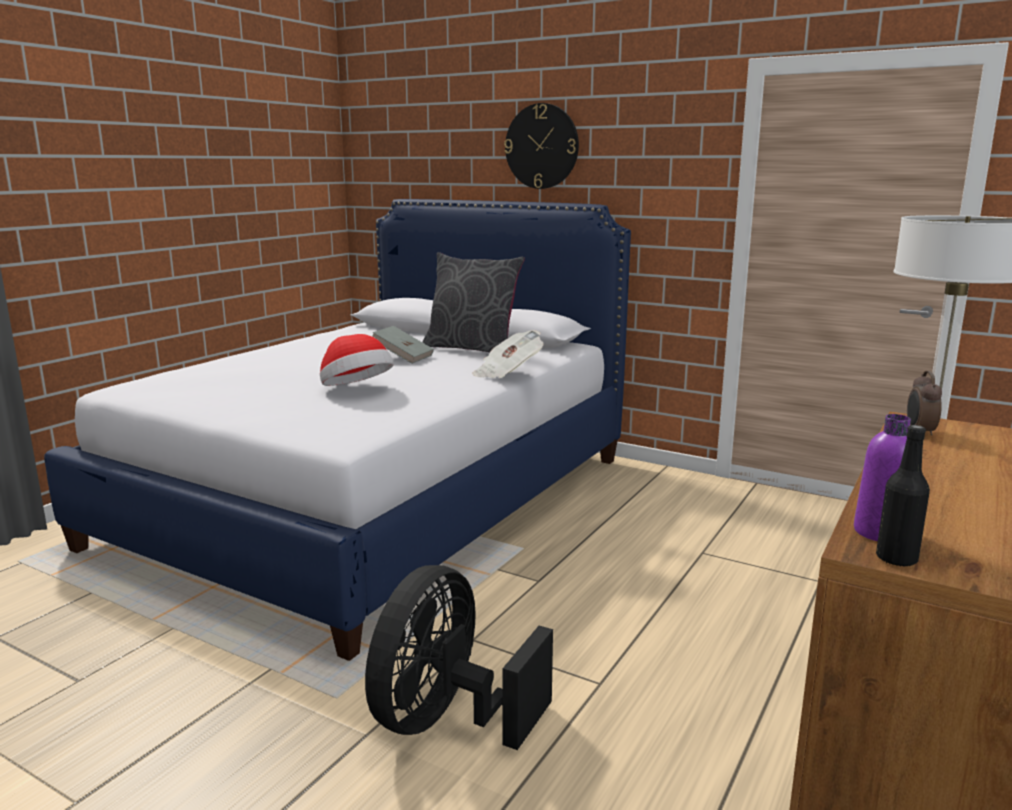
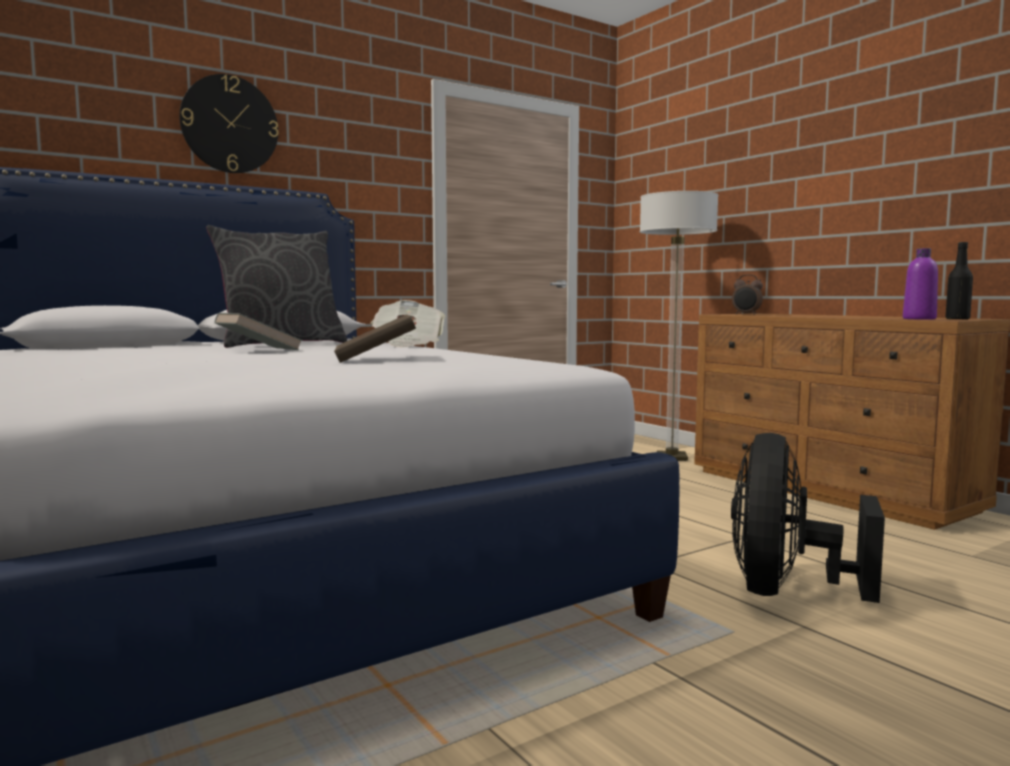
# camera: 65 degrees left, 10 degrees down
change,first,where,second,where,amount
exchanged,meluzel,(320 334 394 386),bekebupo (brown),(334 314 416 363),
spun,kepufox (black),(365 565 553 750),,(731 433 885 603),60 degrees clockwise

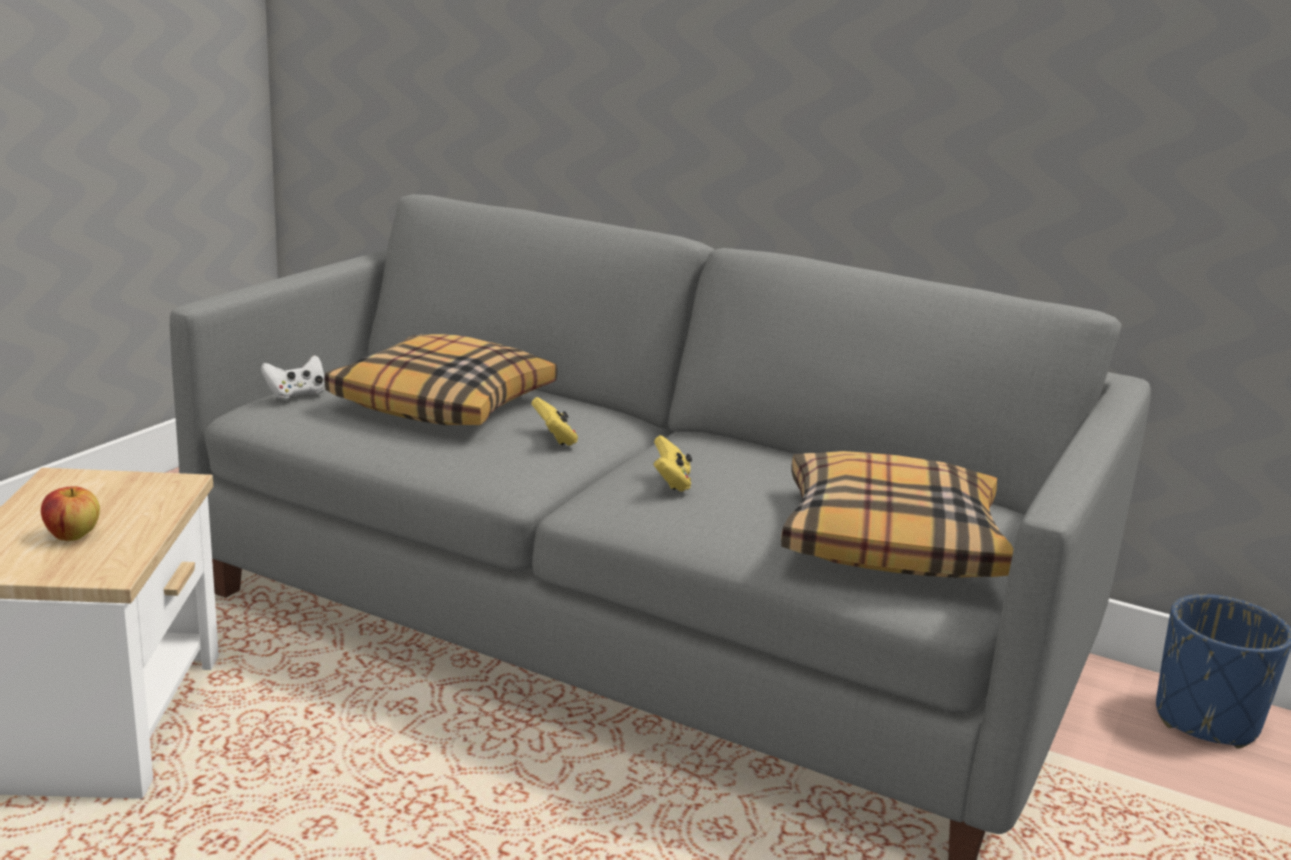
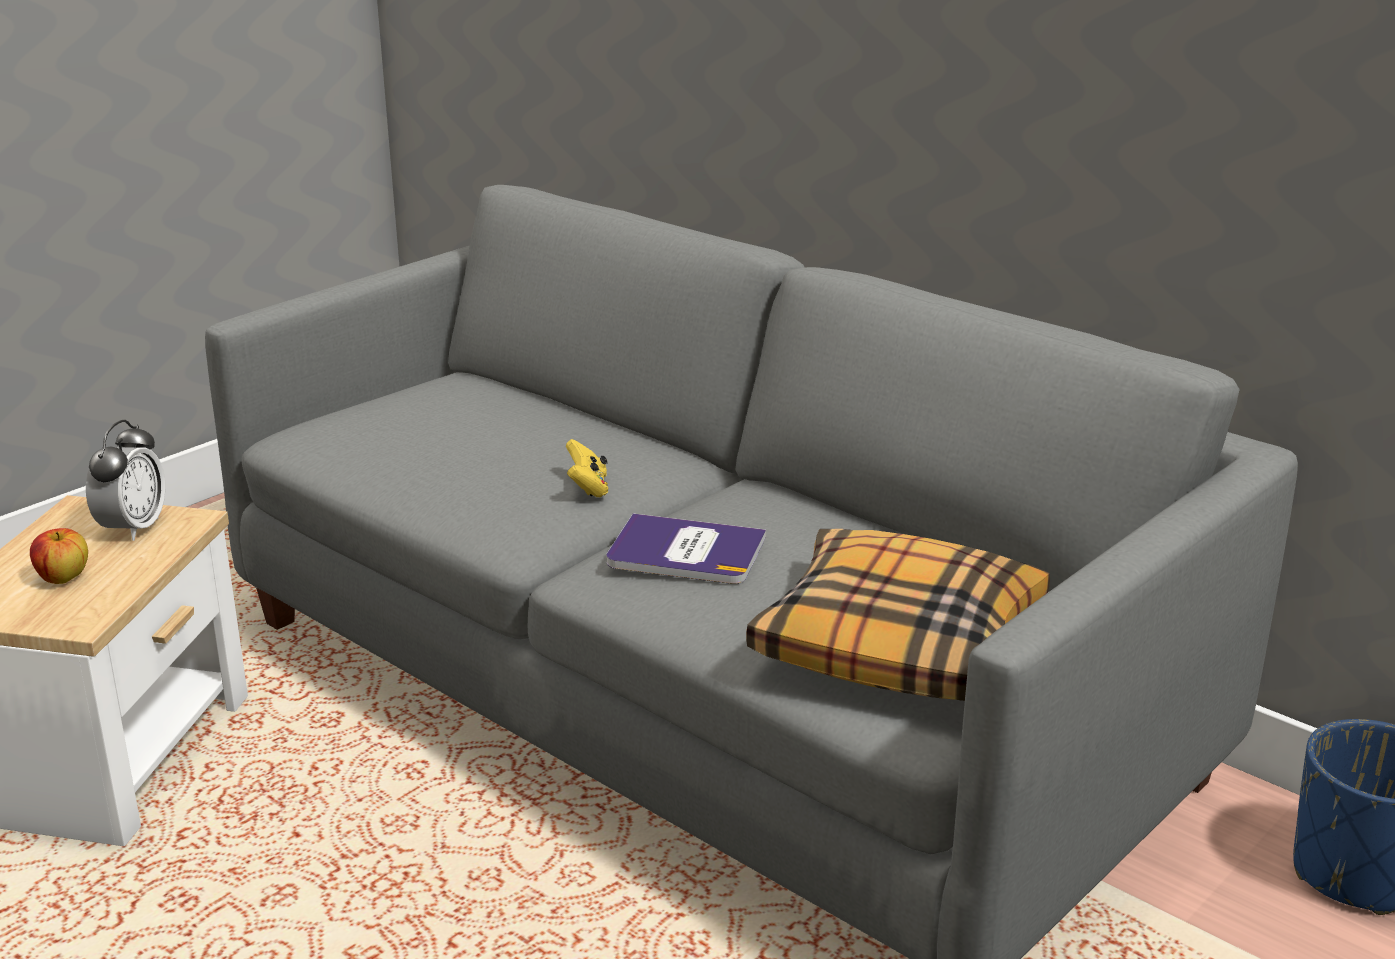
# camera: 15 degrees right, 5 degrees up
change,first,where,second,where,amount
missing,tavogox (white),(261 355 325 400),,,
missing,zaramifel,(325 334 557 425),,,
exchanged,tavogox (yellow),(653 435 692 492),bekebupo,(606 514 766 584),
appeared,,,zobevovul,(86 420 165 541),

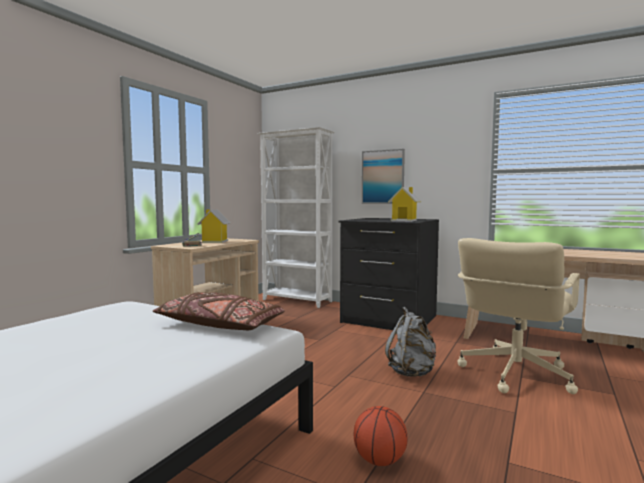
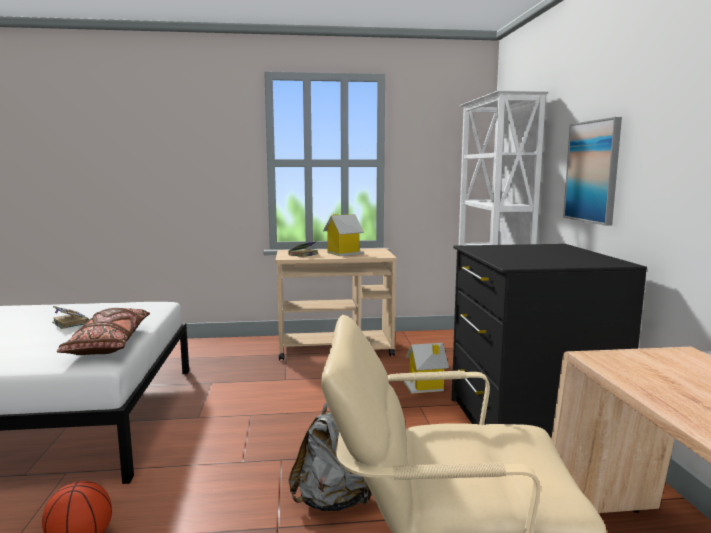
# camera: 55 degrees right, 5 degrees up
change,first,where,second,where,amount
relocated,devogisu,(388 187 421 222),,(404 343 449 394),
appeared,,,bekebupo,(52 306 89 329),

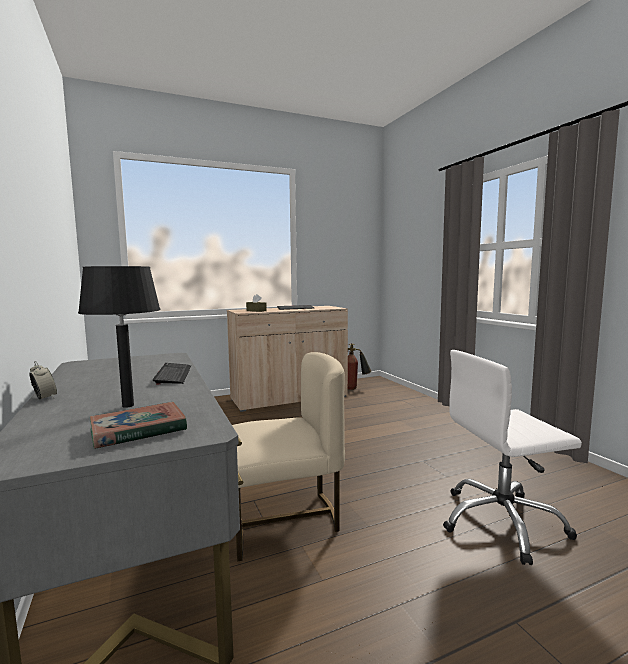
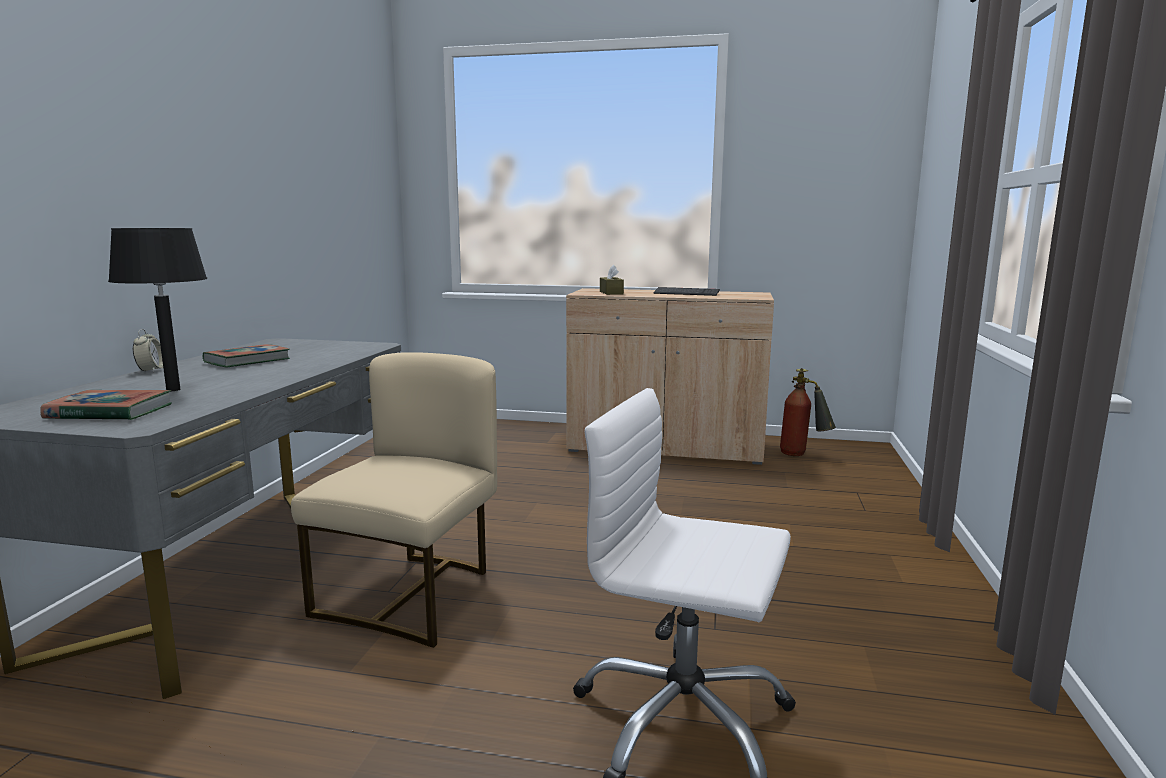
# camera: 35 degrees right, 5 degrees up
change,first,where,second,where,amount
missing,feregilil,(153 363 191 385),,,
spun,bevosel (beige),(232 352 345 561),,(291 352 497 648),90 degrees counterclockwise
appeared,,,bekebupo,(203 344 290 368),

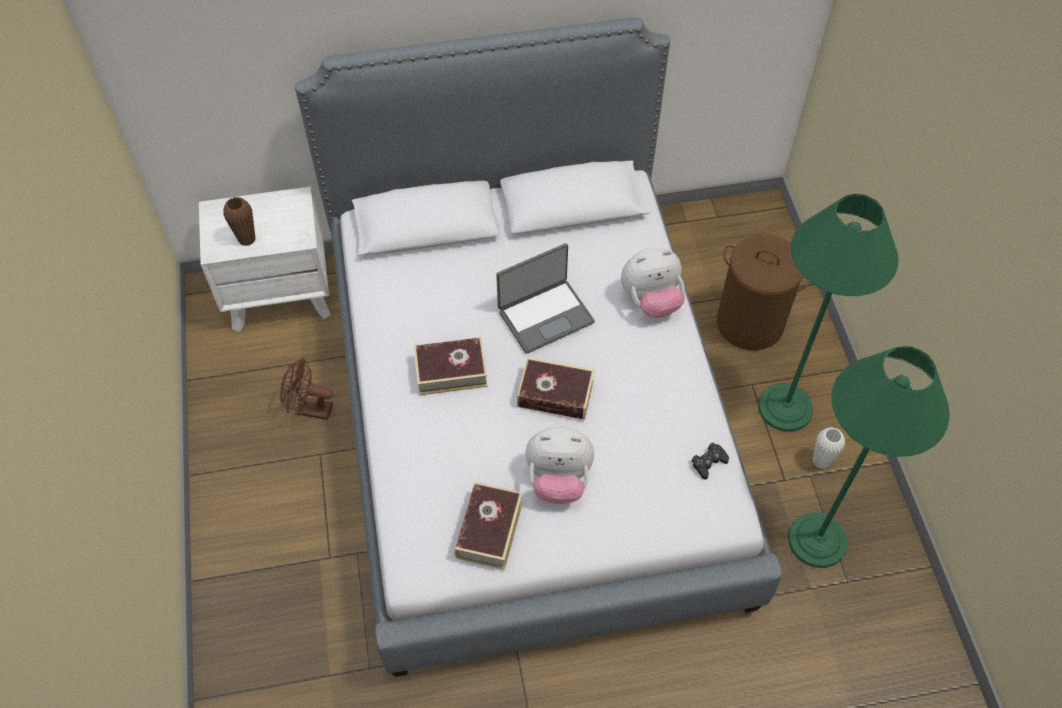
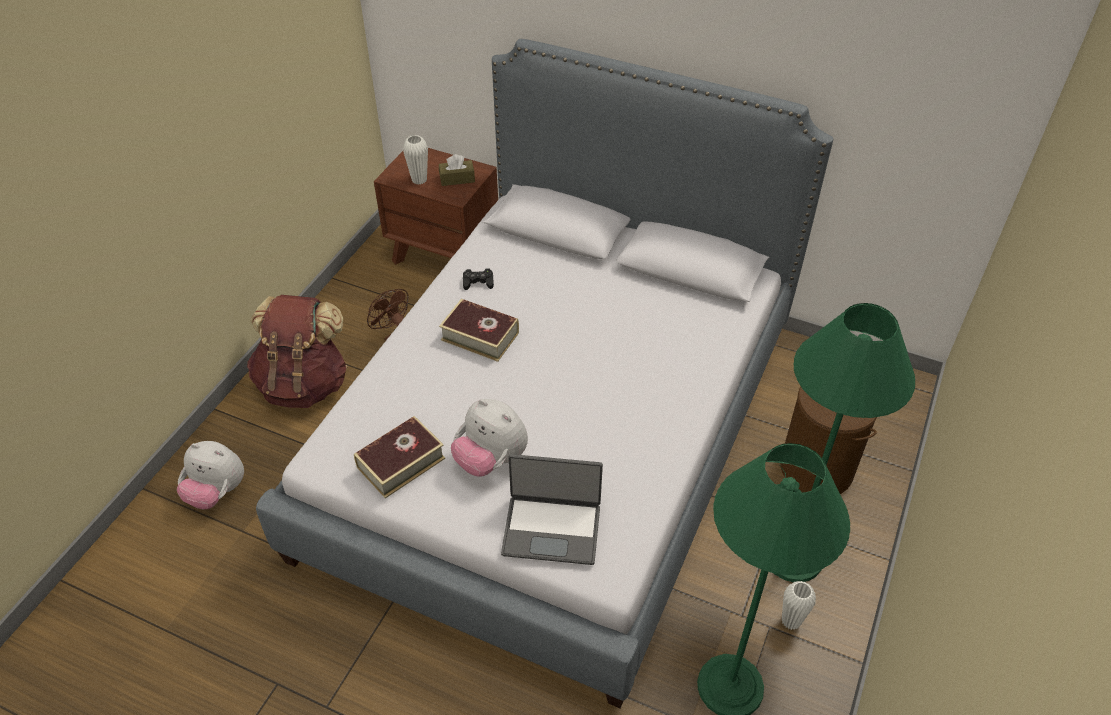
# camera: 35 degrees right, 10 degrees down
change,first,where,second,where,amount
colour,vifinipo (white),(199 187 331 332),vifinipo (brown),(374 148 498 265),
colour,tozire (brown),(224 197 255 246),tozire (white),(403 135 428 185),
relocated,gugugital,(496 243 595 353),,(501 454 603 565),
missing,bekebupo,(517 357 595 420),,,
relocated,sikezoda,(621 248 685 318),,(177 441 244 509),
relocated,tavogox (black),(691 443 729 480),,(463 268 494 290),
appeared,,,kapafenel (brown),(247 295 348 408),
appeared,,,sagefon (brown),(439 154 475 186),

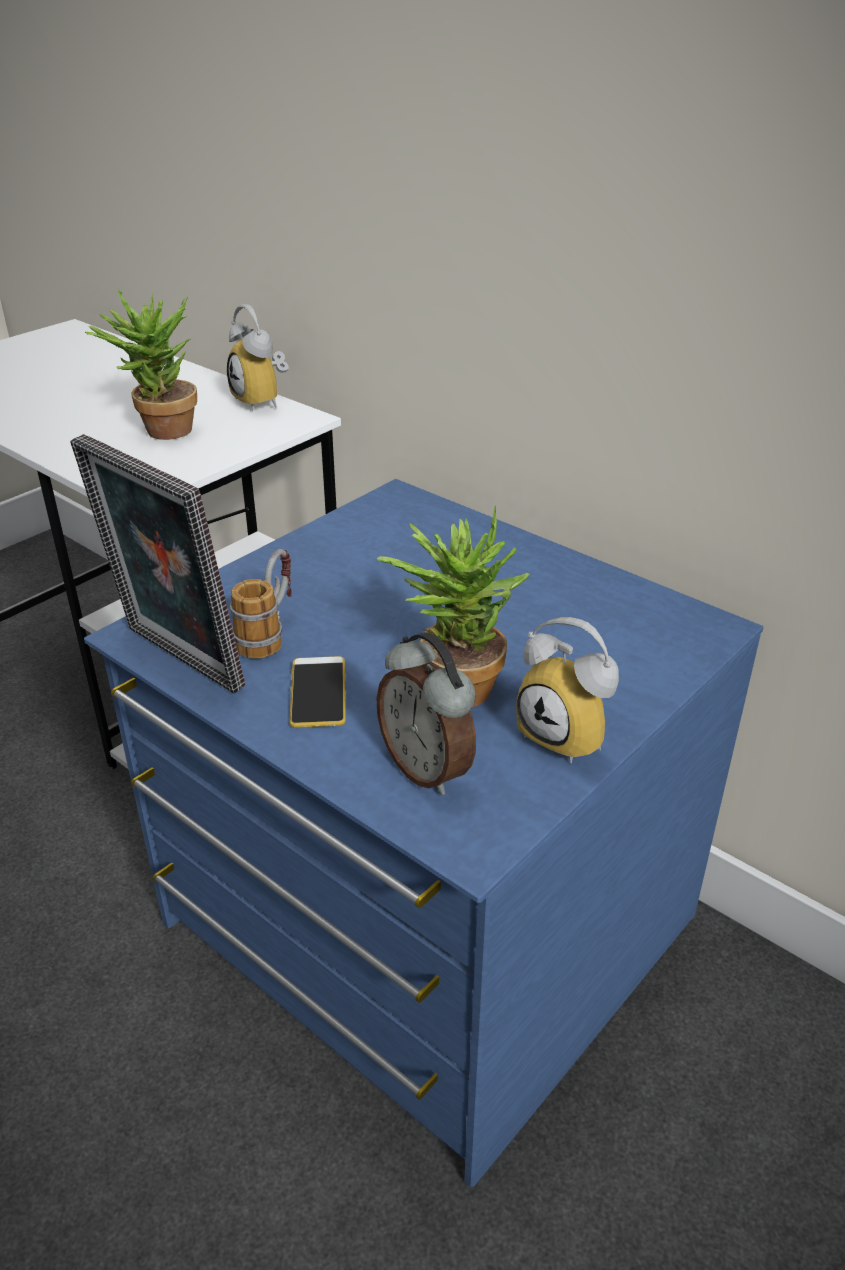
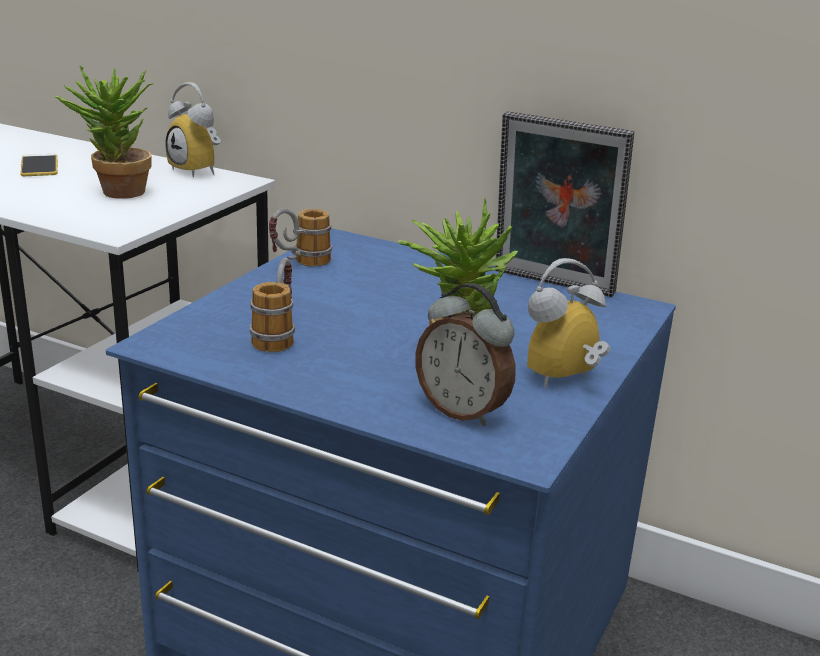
# camera: 15 degrees left, 10 degrees down
change,first,where,second,where,amount
relocated,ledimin,(70 434 245 693),,(495 111 634 297),
relocated,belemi,(289 656 346 728),,(20 154 58 176),
spun,zobevovul,(516 617 619 763),,(527 258 610 389),120 degrees clockwise
appeared,,,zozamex,(269 208 332 267),

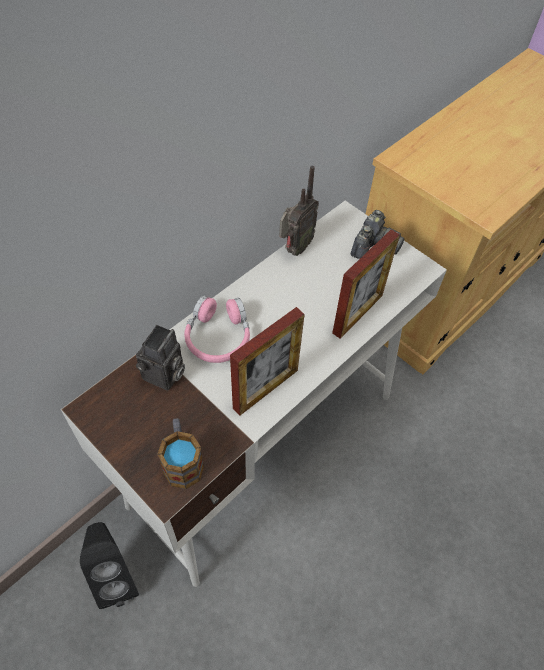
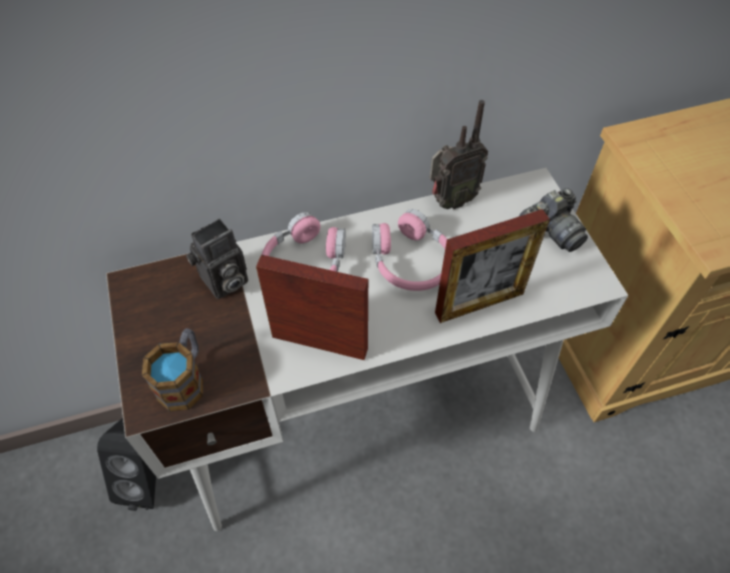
# camera: 30 degrees right, 0 degrees up
change,first,where,second,where,amount
spun,ledimin,(230 307 305 416),,(256 255 368 360),150 degrees counterclockwise
appeared,,,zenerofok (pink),(372 209 447 291),

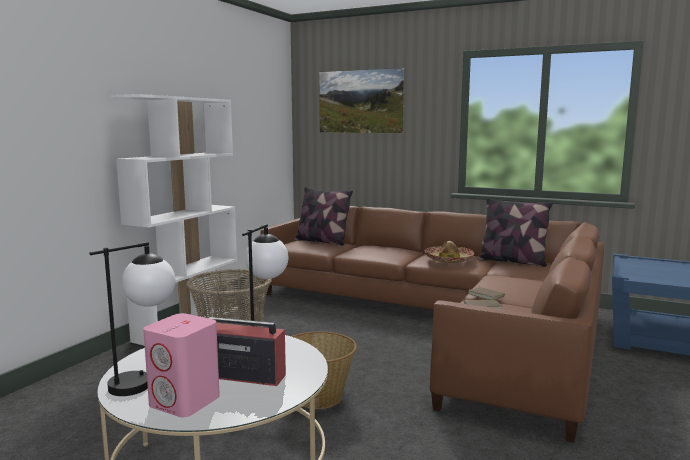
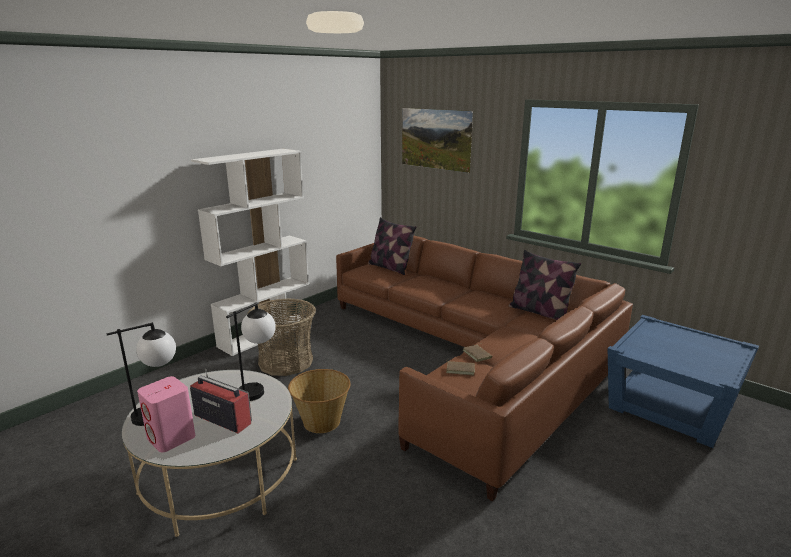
# camera: 15 degrees right, 10 degrees up
change,first,where,second,where,amount
missing,meluzel,(424 241 474 263),,,

